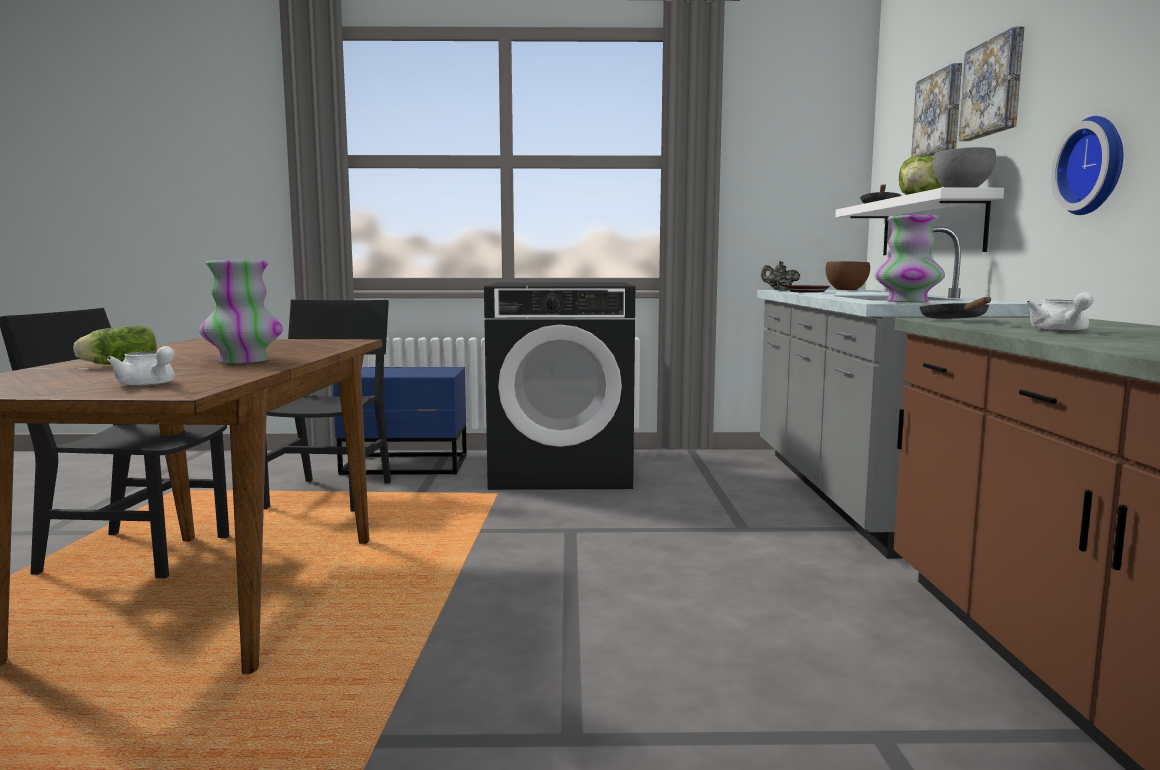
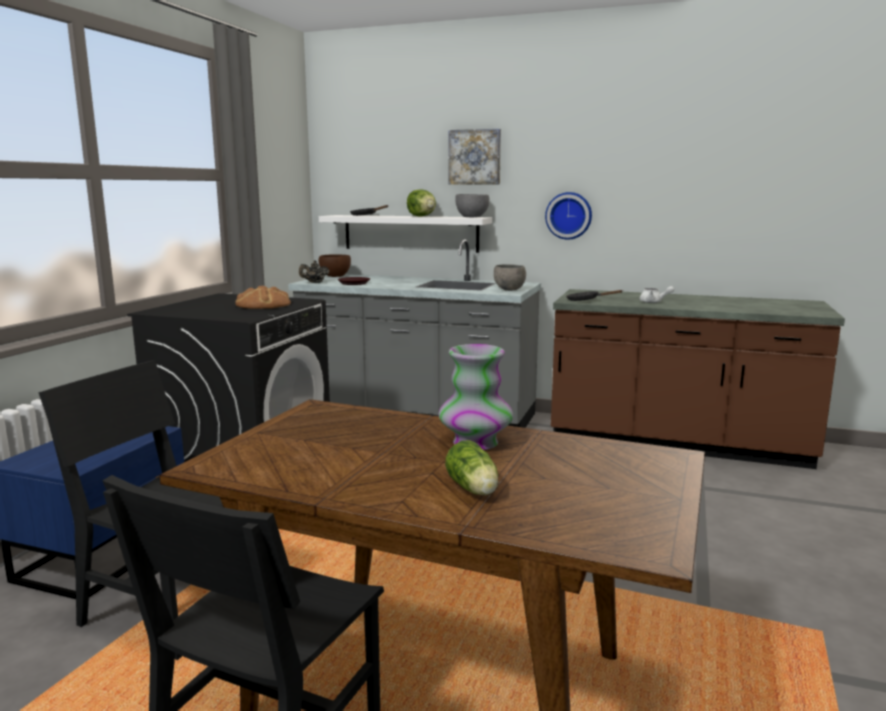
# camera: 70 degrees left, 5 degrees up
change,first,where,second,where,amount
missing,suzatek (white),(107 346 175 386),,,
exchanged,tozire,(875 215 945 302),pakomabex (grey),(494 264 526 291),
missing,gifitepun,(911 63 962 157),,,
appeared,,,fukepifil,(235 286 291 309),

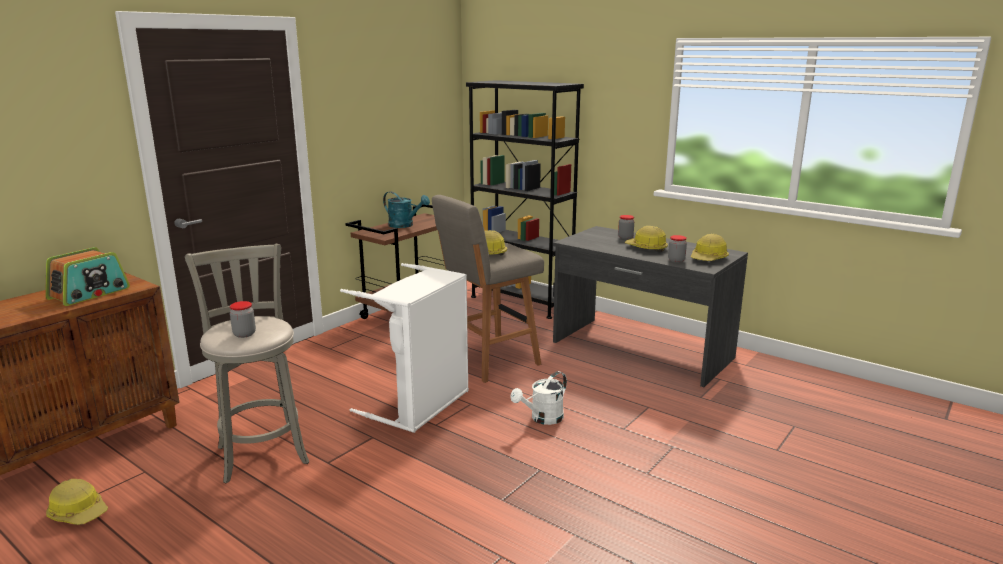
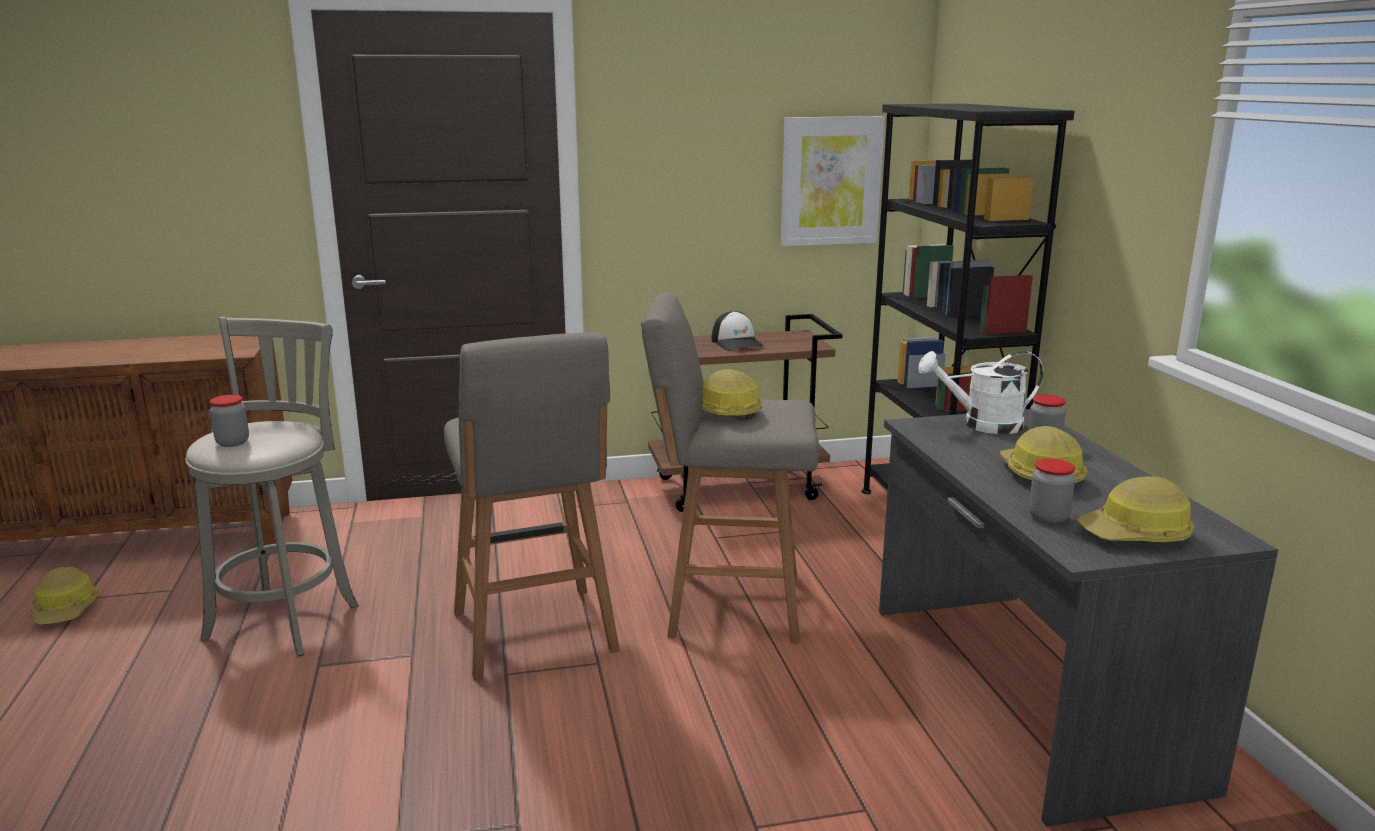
# camera: 40 degrees right, 0 degrees up
change,first,where,second,where,amount
missing,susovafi,(45 247 130 306),,,
exchanged,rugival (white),(340 263 469 433),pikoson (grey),(444 332 620 680),
exchanged,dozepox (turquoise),(383 191 430 228),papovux,(711 311 764 350),
relocated,dozepox (white),(511 371 567 425),,(918 351 1043 434),
appeared,,,gifitepun,(781 116 885 246),

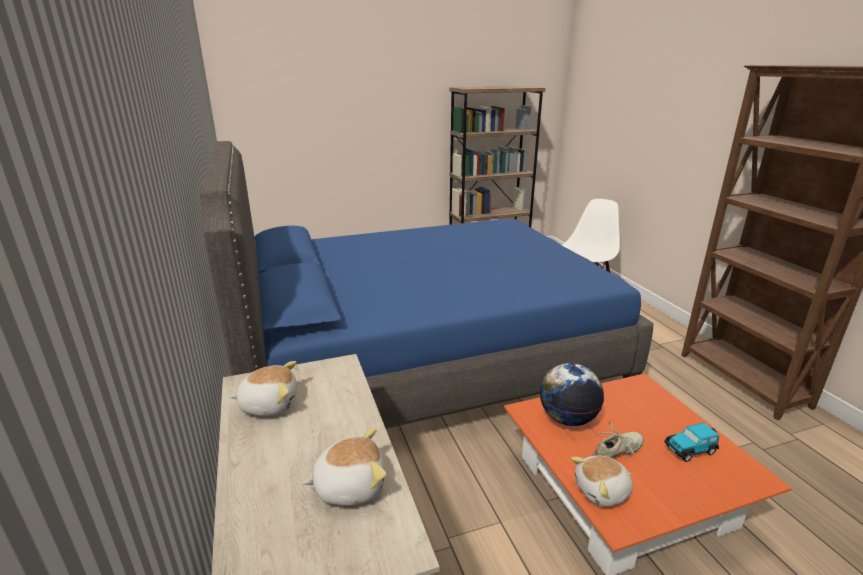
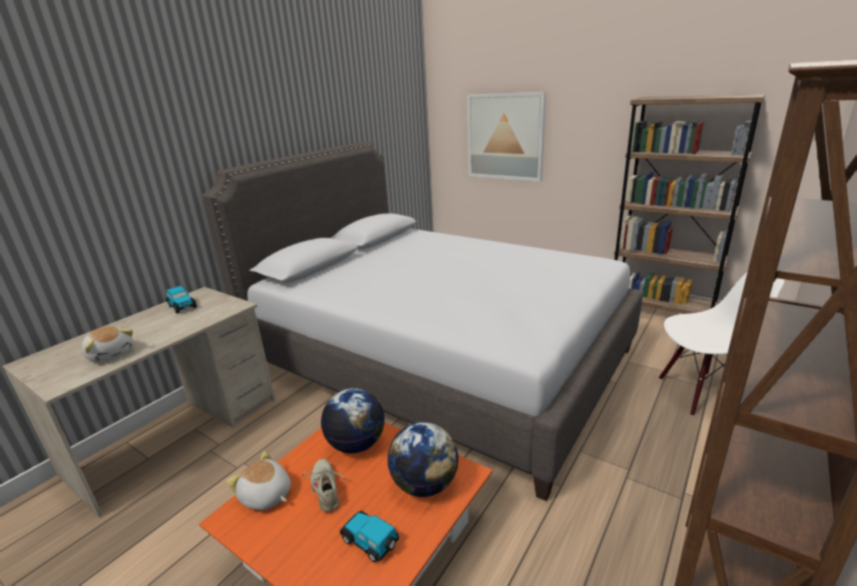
# camera: 55 degrees right, 0 degrees up
change,first,where,second,where,amount
colour,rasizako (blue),(200 141 653 429),rasizako (grey),(202 142 642 501),
exchanged,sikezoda,(230 361 297 416),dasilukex,(166 286 197 314),
spun,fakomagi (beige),(592 421 644 459),,(302 459 349 512),135 degrees counterclockwise
appeared,,,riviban,(387 422 459 497),
appeared,,,gifitepun,(467 92 546 182),

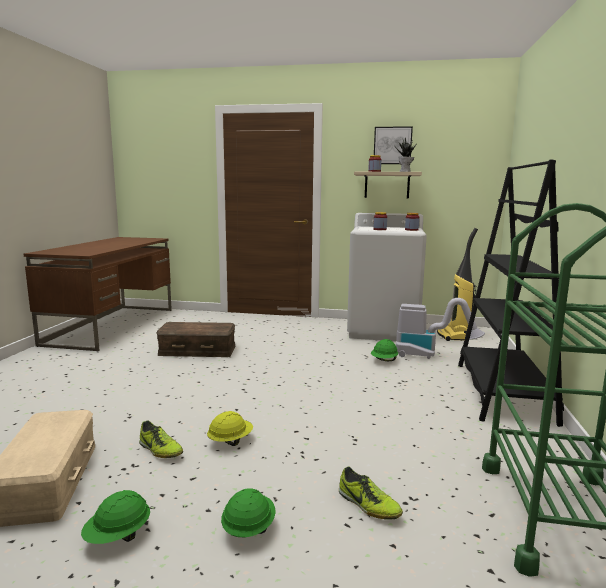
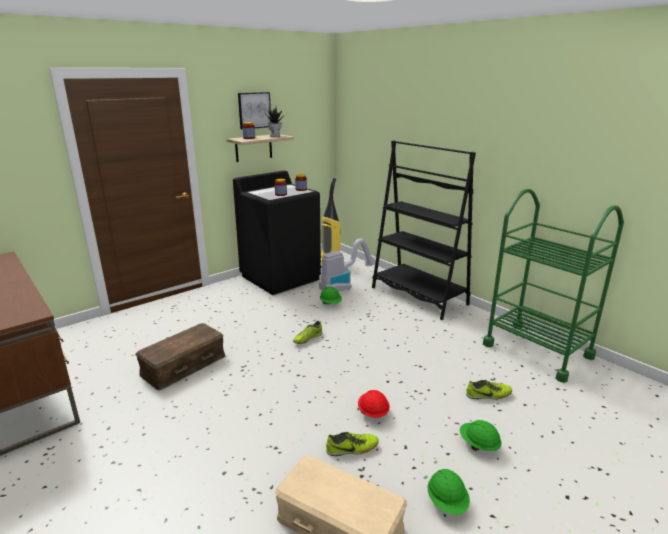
# camera: 50 degrees left, 10 degrees up
change,first,where,second,where,amount
colour,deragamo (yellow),(207 411 253 446),deragamo (red),(358 390 390 418),
colour,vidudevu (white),(347 213 427 341),vidudevu (black),(233 170 321 295),
appeared,,,fakomagi,(293 321 322 344),

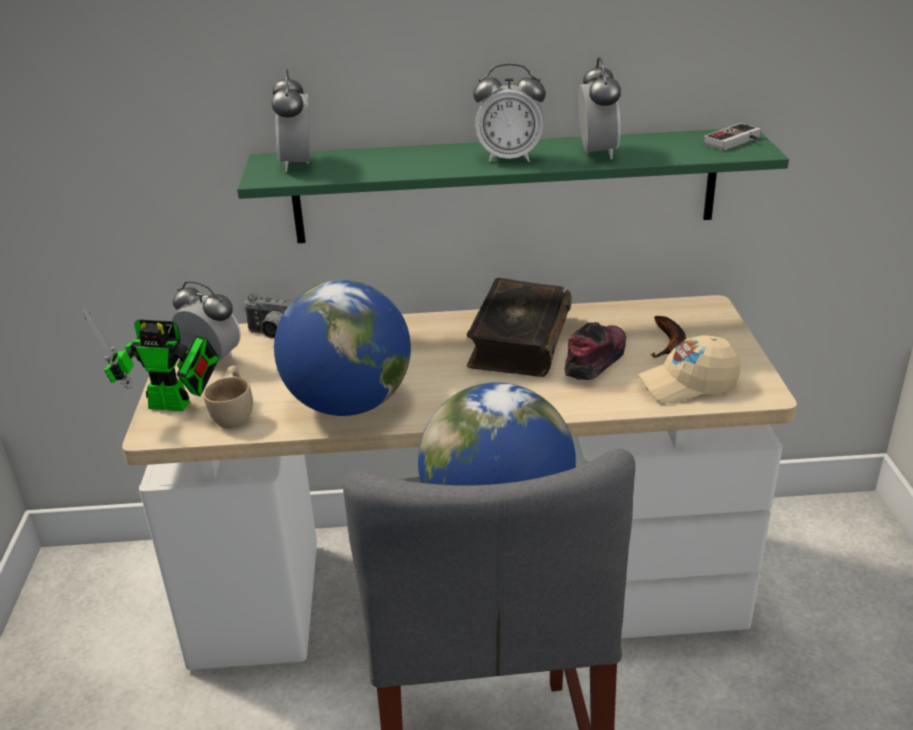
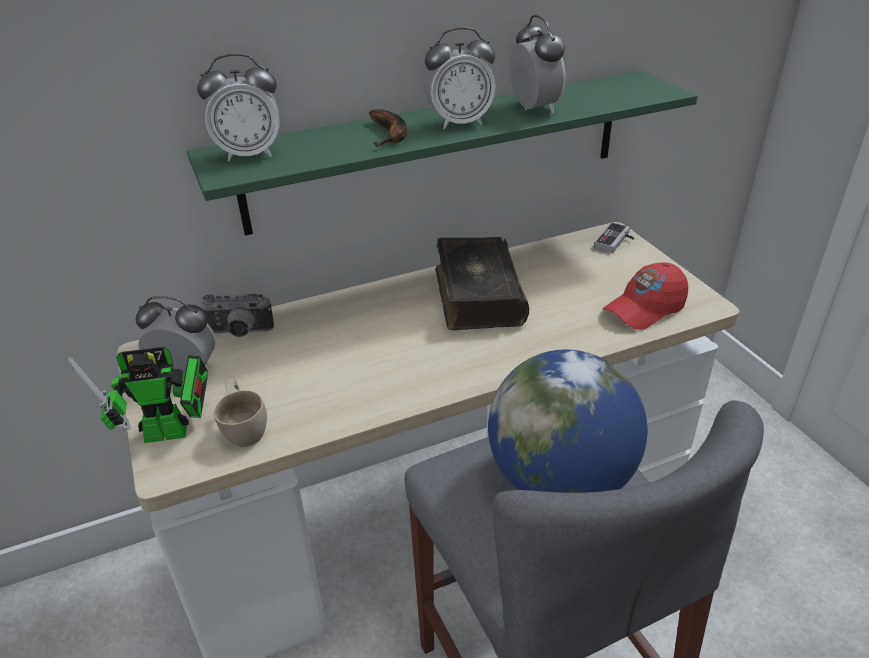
# camera: 20 degrees left, 5 degrees up
change,first,where,second,where,amount
spun,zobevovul,(271 69 310 172),,(197 54 280 162),75 degrees counterclockwise
missing,riviban,(274 280 411 416),,,
missing,fakomagi,(564 322 626 380),,,
colour,papovux (beige),(637 335 740 404),papovux (red),(603 262 688 330),
relocated,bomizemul,(651 316 686 358),,(369 109 407 147),
relocated,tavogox,(704 123 761 150),,(594 222 634 253),

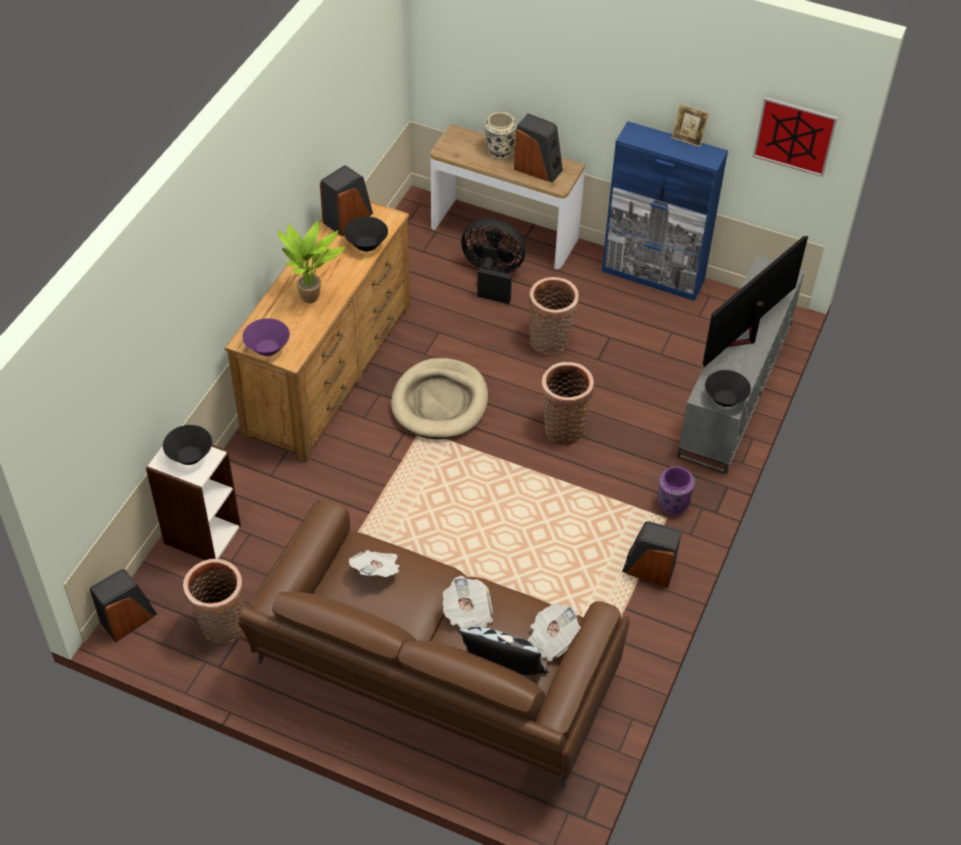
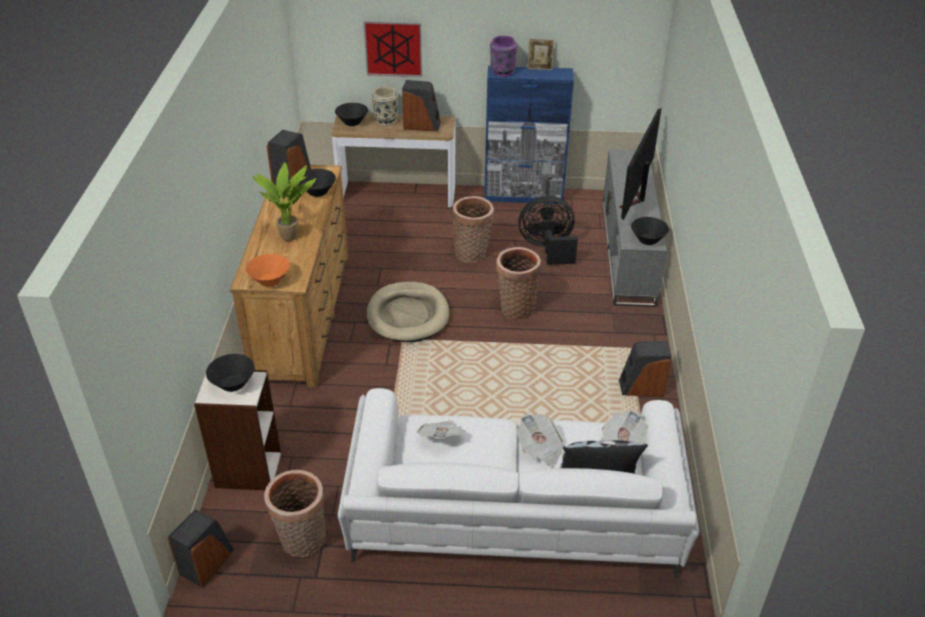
# camera: 20 degrees left, 10 degrees down
change,first,where,second,where,amount
colour,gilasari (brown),(238 499 630 788),gilasari (white),(337 388 700 579),
colour,pakomabex (purple),(243 318 290 356),pakomabex (orange),(246 254 290 287),
relocated,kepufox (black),(461 218 526 304),,(518 196 578 265),
relocated,tozire (purple),(657 466 695 515),,(490 36 517 77),
relocated,gifitepun,(753 97 838 177),,(363 21 422 77),
appeared,,,pakomabex (black),(335 103 368 126),

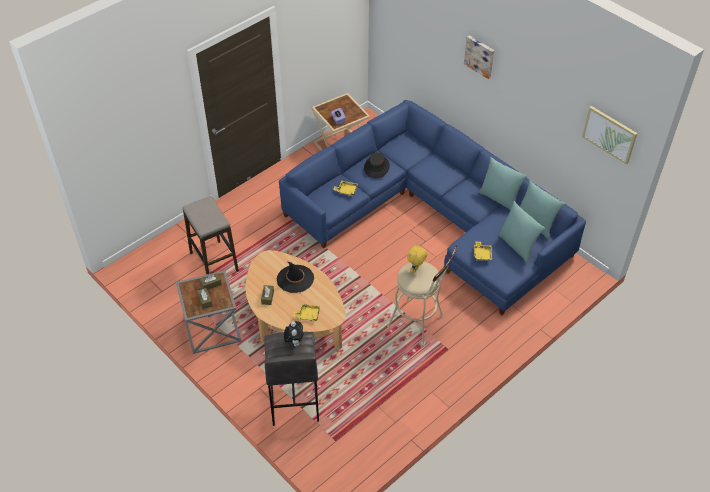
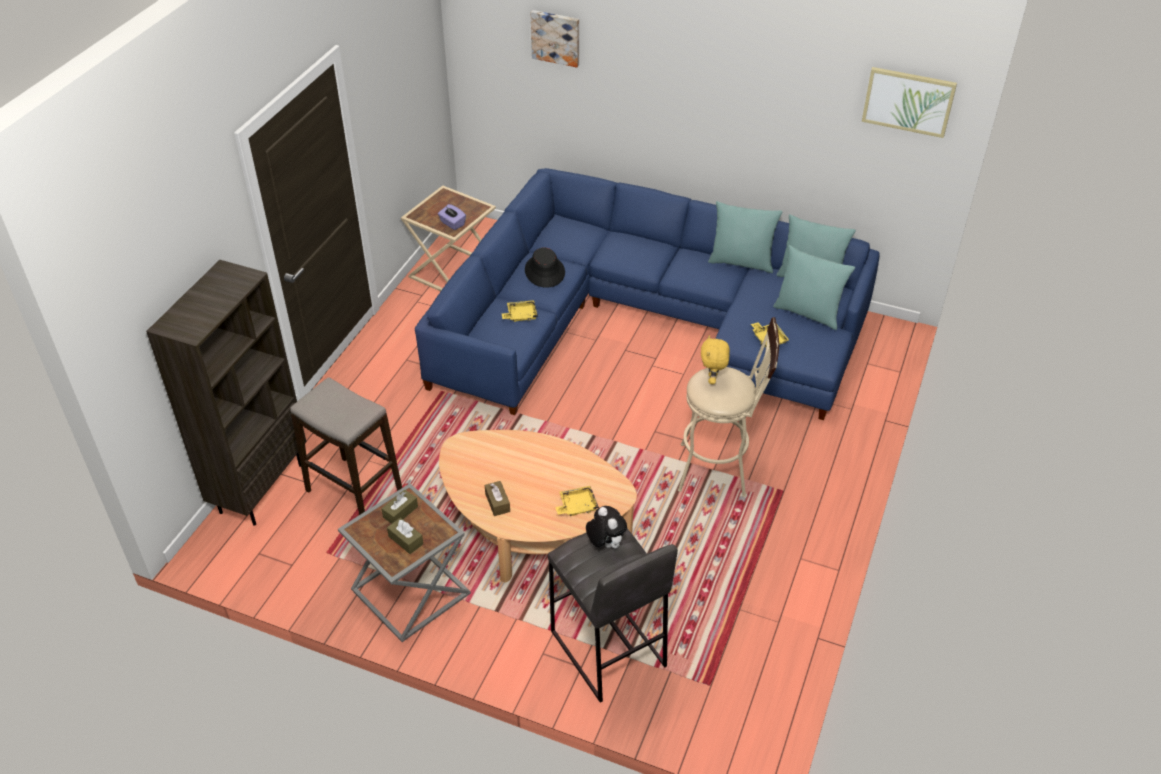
# camera: 25 degrees left, 5 degrees down
change,first,where,second,where,amount
missing,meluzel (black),(277 262 314 293),,,
relocated,gifitepun,(464 35 494 79),,(531 10 579 68),
appeared,,,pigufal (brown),(146 260 306 526),

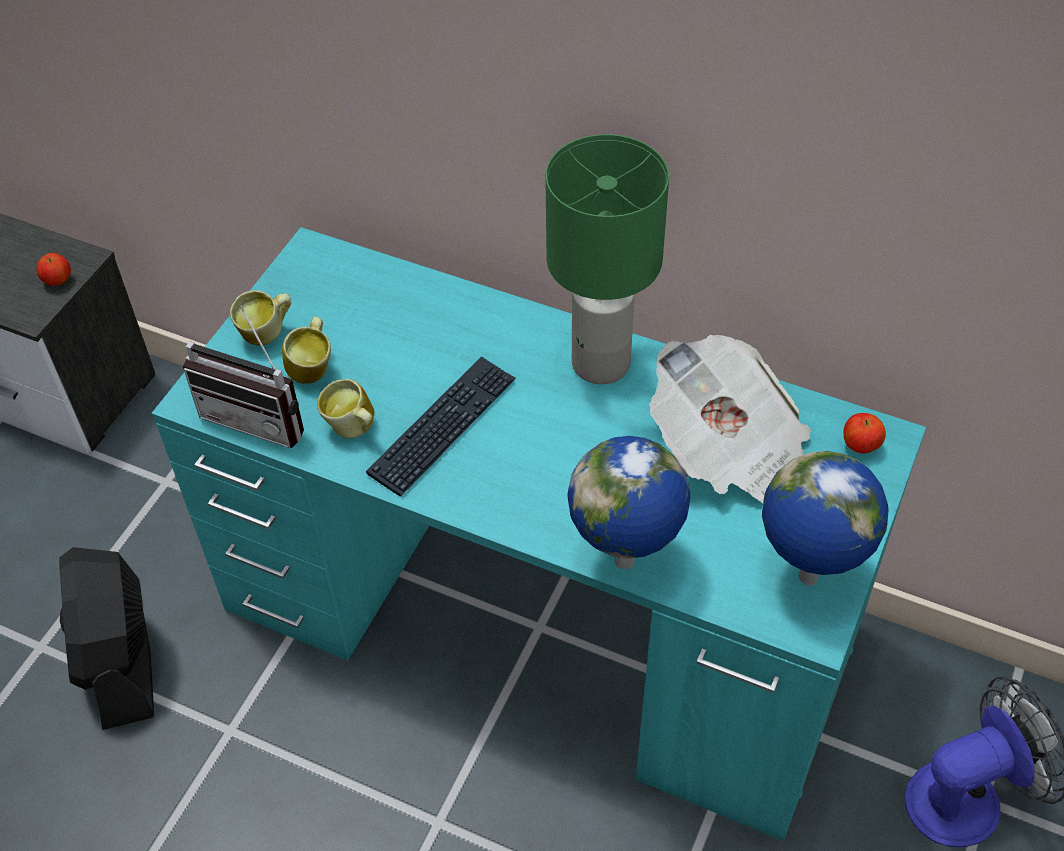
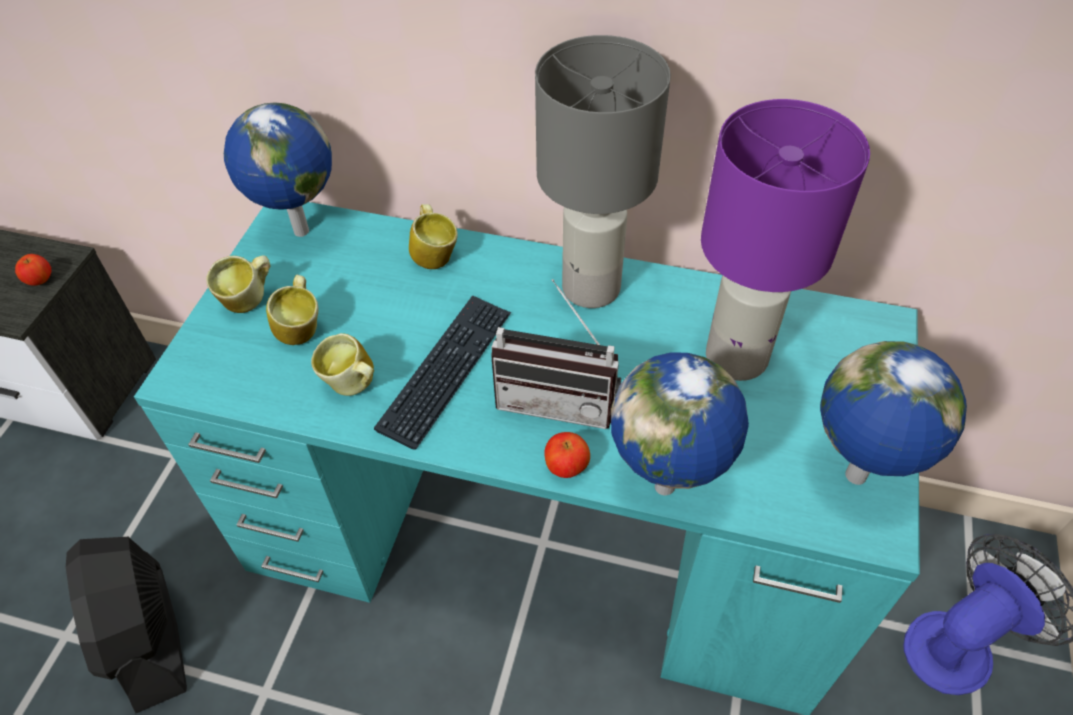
# camera: 10 degrees left, 0 degrees up
change,first,where,second,where,amount
relocated,susovafi,(183 304 304 448),,(491 279 621 429),
colour,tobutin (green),(546 134 669 384),tobutin (grey),(535 35 671 308),
exchanged,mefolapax,(649 335 811 503),tobutin (purple),(701 99 870 381),
relocated,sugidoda,(843 413 886 454),,(544 432 590 478),
appeared,,,riviban,(224 102 332 237),
appeared,,,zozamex,(409 204 458 269),

